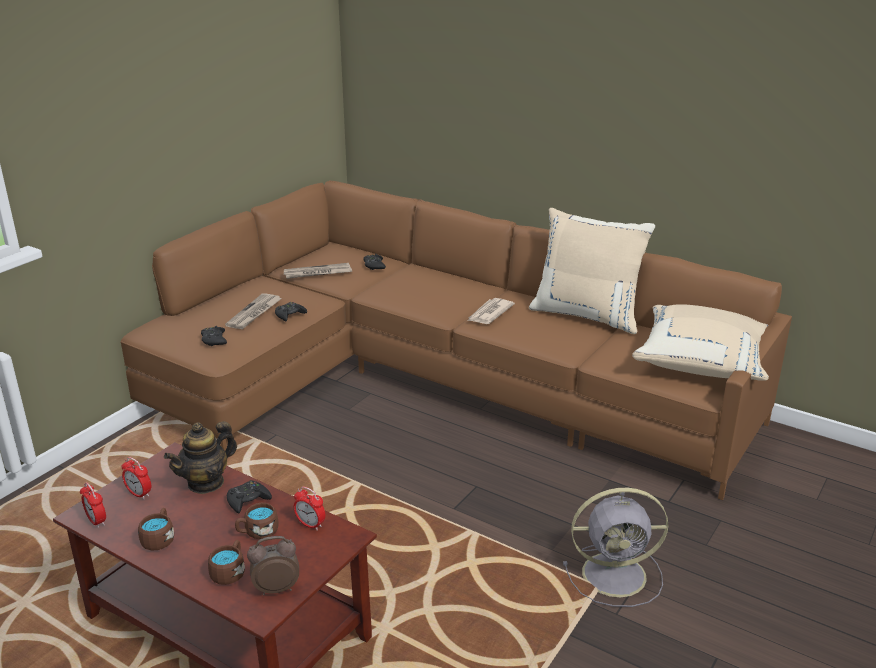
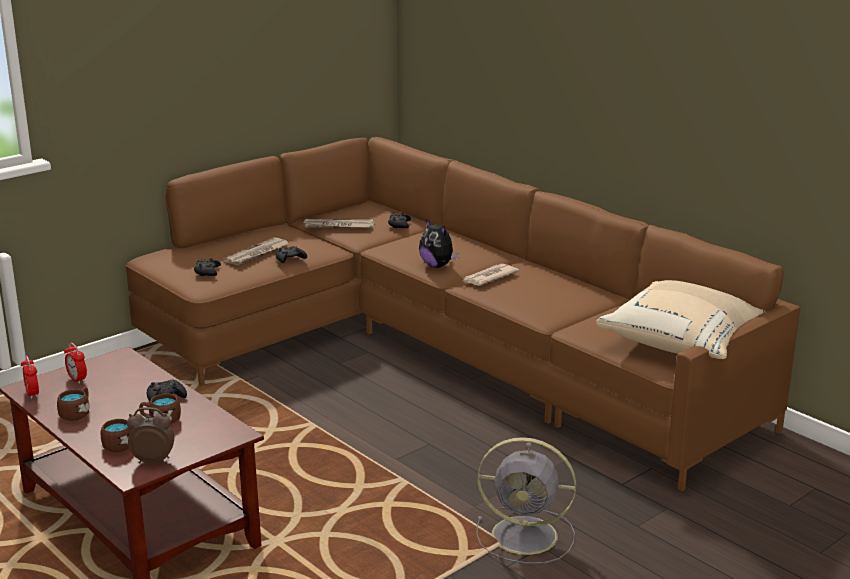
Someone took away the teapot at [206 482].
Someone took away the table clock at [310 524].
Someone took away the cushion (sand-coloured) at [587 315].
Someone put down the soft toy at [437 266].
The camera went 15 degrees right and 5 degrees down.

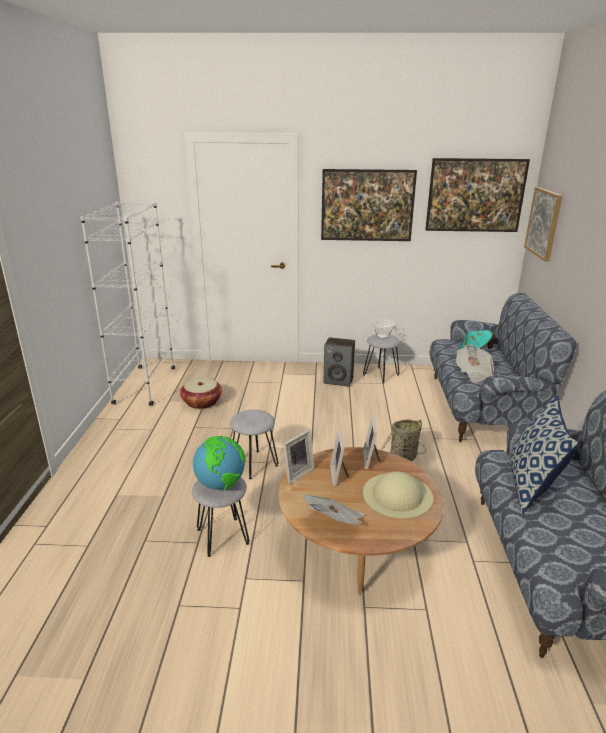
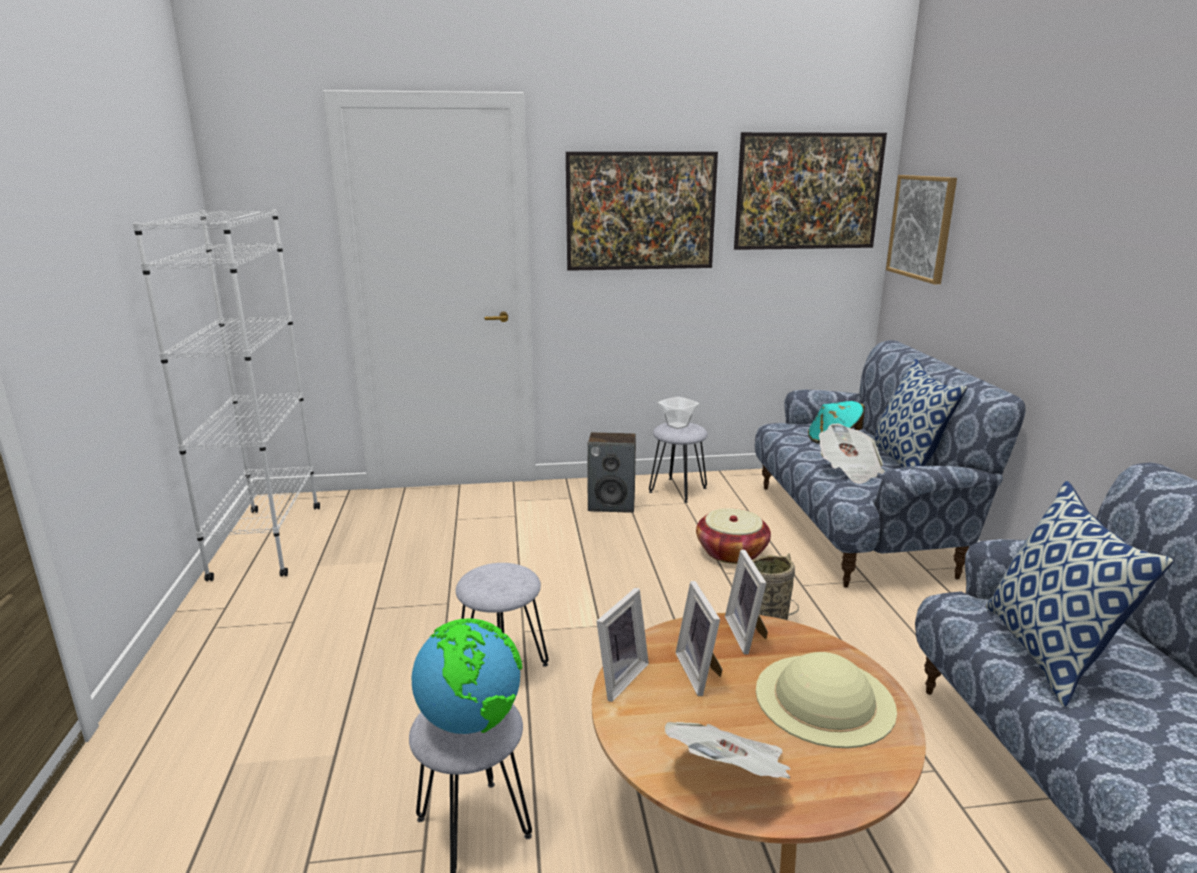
Someone put down the cushion at [907 463].
Someone carried the household basket from [202 402] to [731 552].
The camera went 10 degrees left and 5 degrees down.

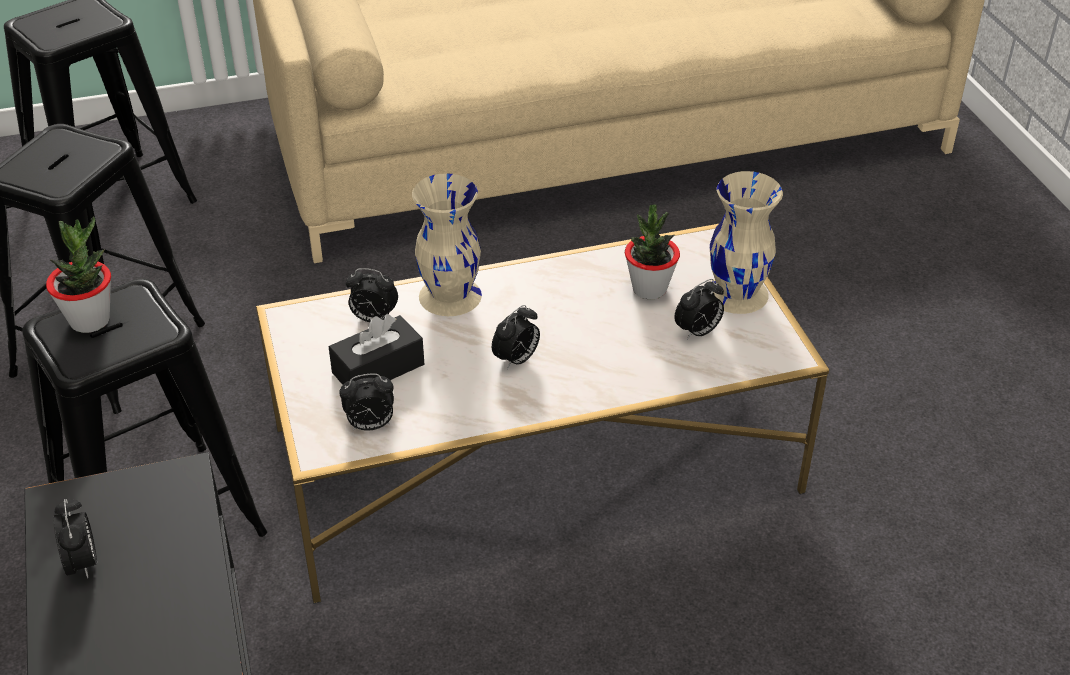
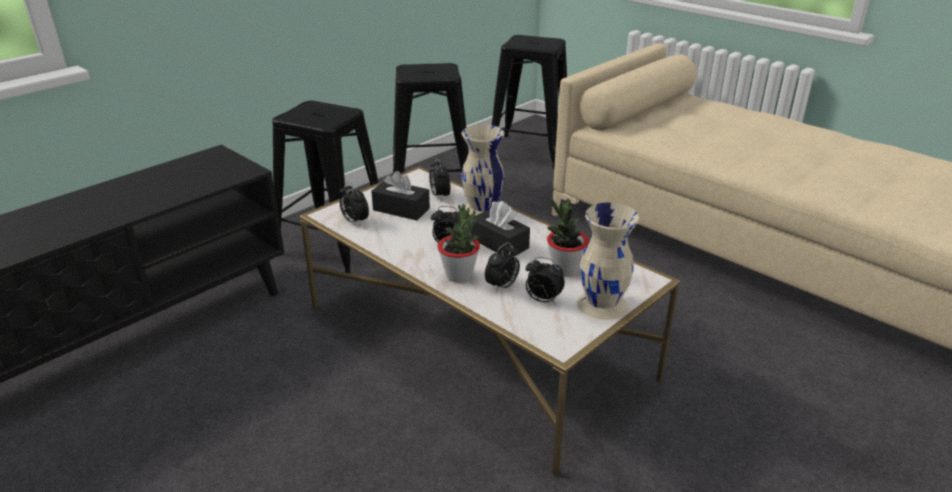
Someone put down the tissue box (blackish) at [499 243].
Someone carried the potted plant from [90 320] to [459 275].
Someone carried the table clock from [83 564] to [502 286].
The camera went 60 degrees right and 10 degrees down.

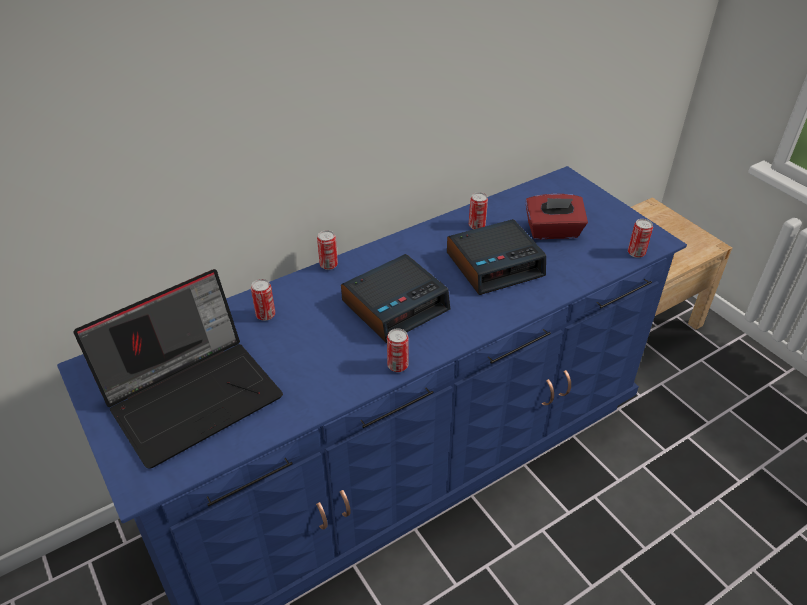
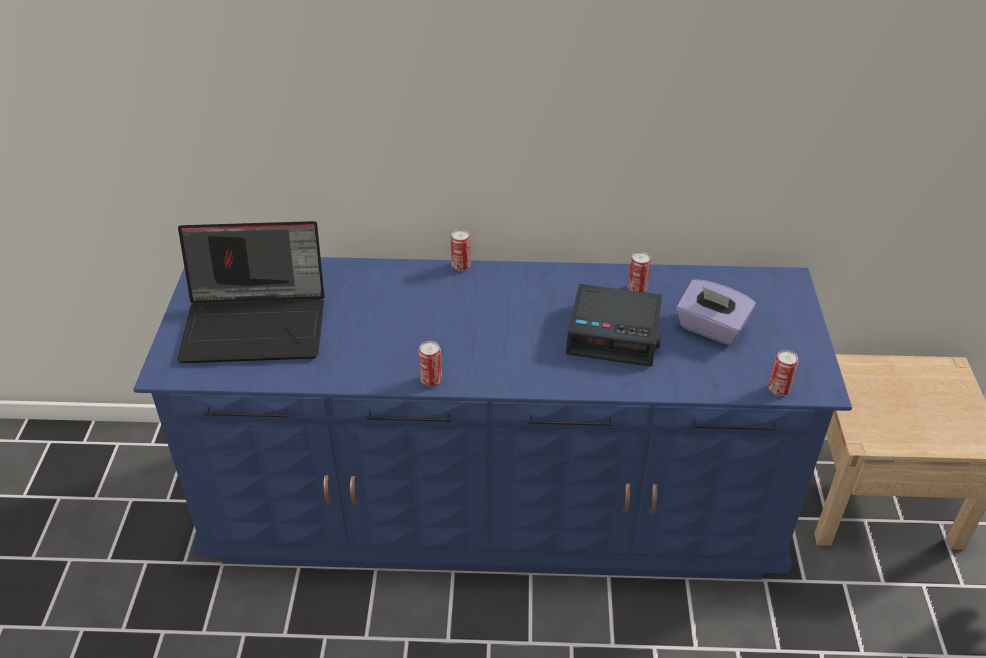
Someone took away the metal can at [265 315].
Someone took away the table clock at [395 305].
Someone repainted the tissue box (reddish) at [553 231], which became the tissue box (purple) at [711 328].
The camera went 35 degrees right and 0 degrees up.

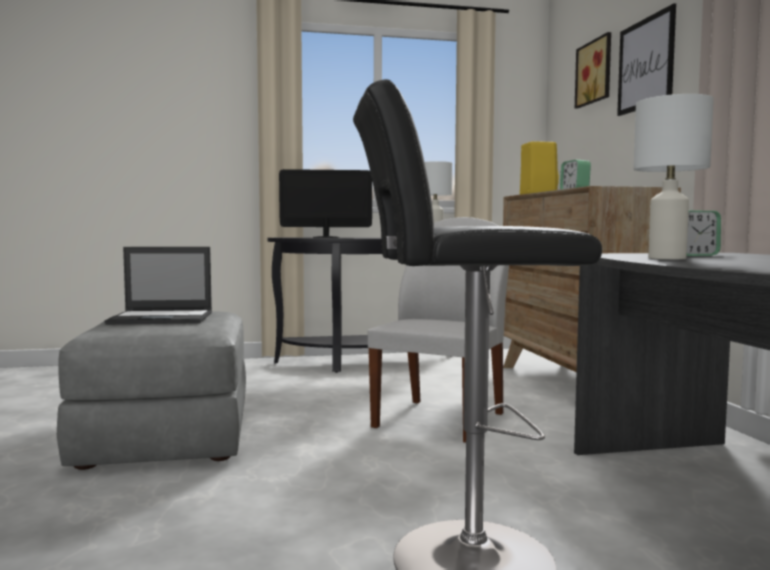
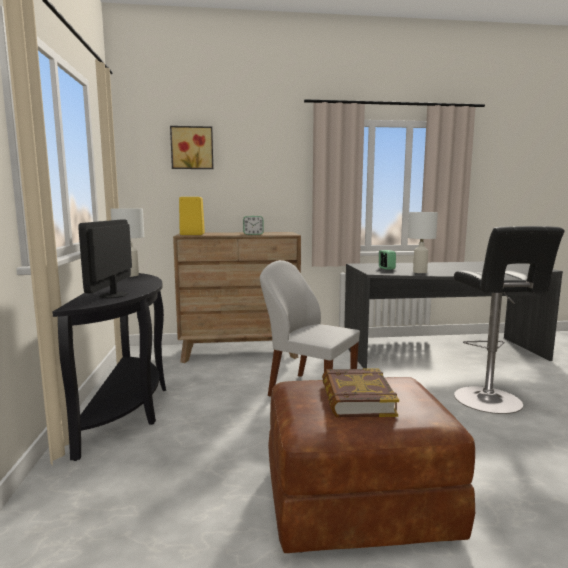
Someone took away the picture at [645 63].
Someone swapped the laptop at [163 318] for the book at [356 399].
Someone repainted the ottoman (greyish) at [166 436], which became the ottoman (brownish) at [356 502].
The camera went 85 degrees left and 5 degrees up.

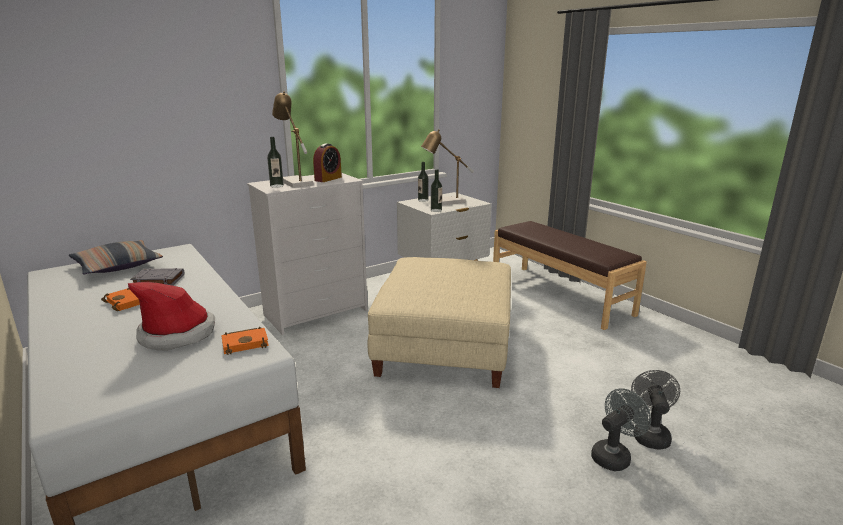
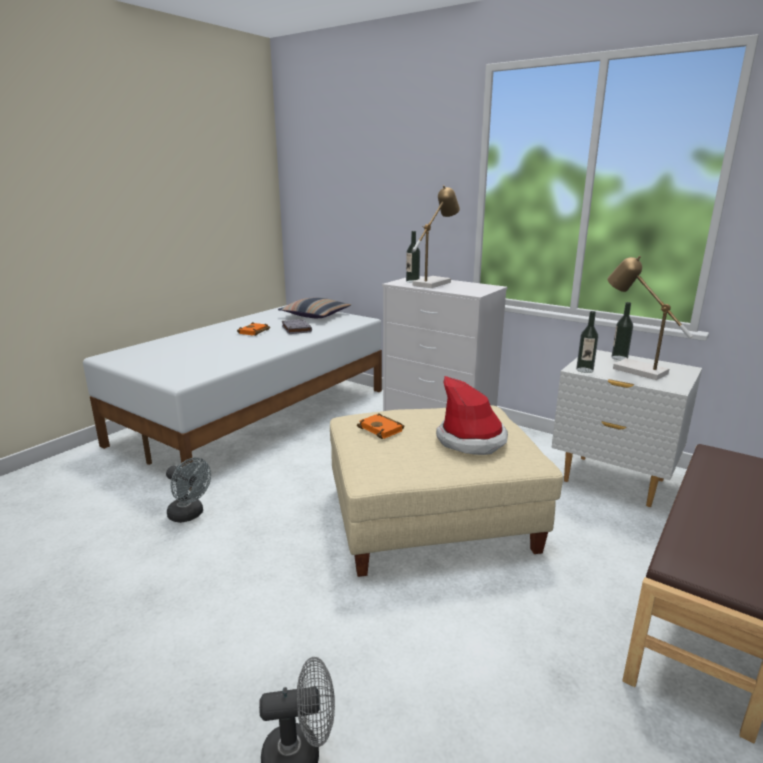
Someone took away the table clock at [328 179].
Someone carried the hat from [178 334] to [471 440].
Someone carried the book (orange-coloured) from [246 343] to [382 429].
Someone carried the electric fan (greyish) from [614 455] to [190 515].
The camera went 70 degrees right and 0 degrees up.

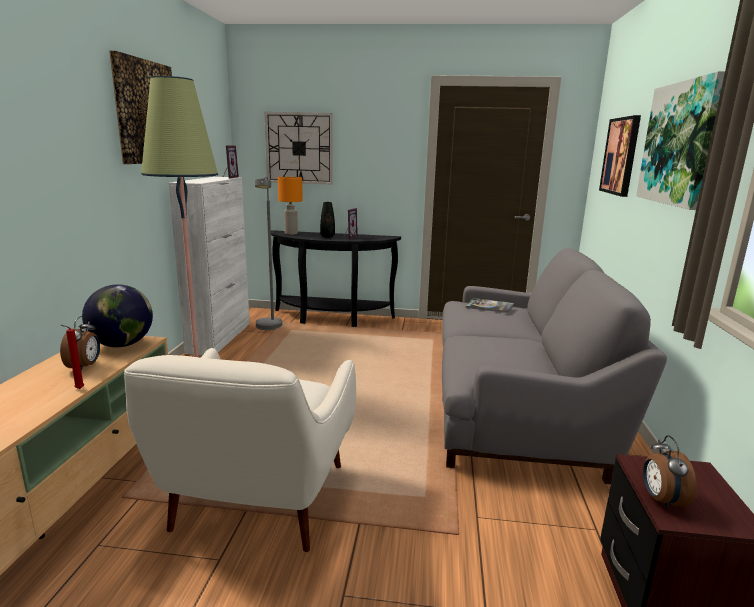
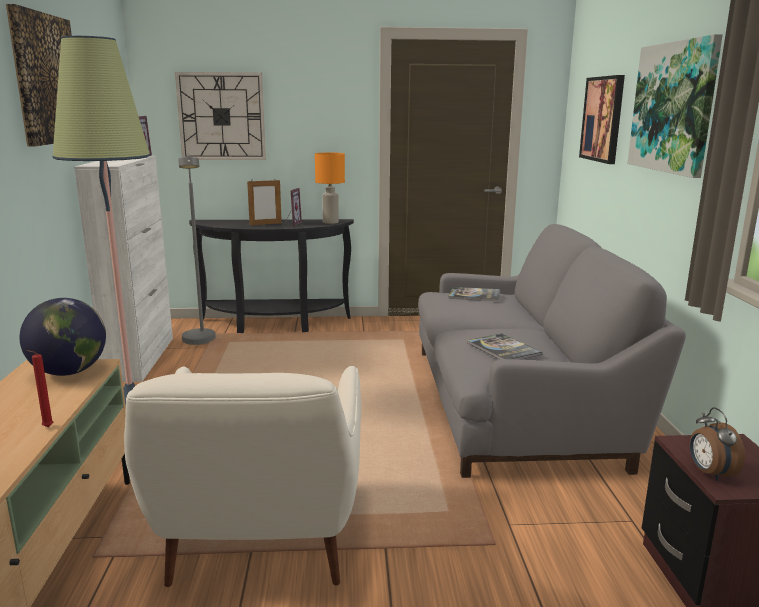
Someone took away the table clock at [85 366].
Someone put down the book at [503 349].
Someone carried the lamp for a table (orange-coloured) from [291 233] to [330 222].
Someone swapped the flower vase (blackish) at [327 236] for the standing frame at [265 224].
The camera went 10 degrees left and 0 degrees up.

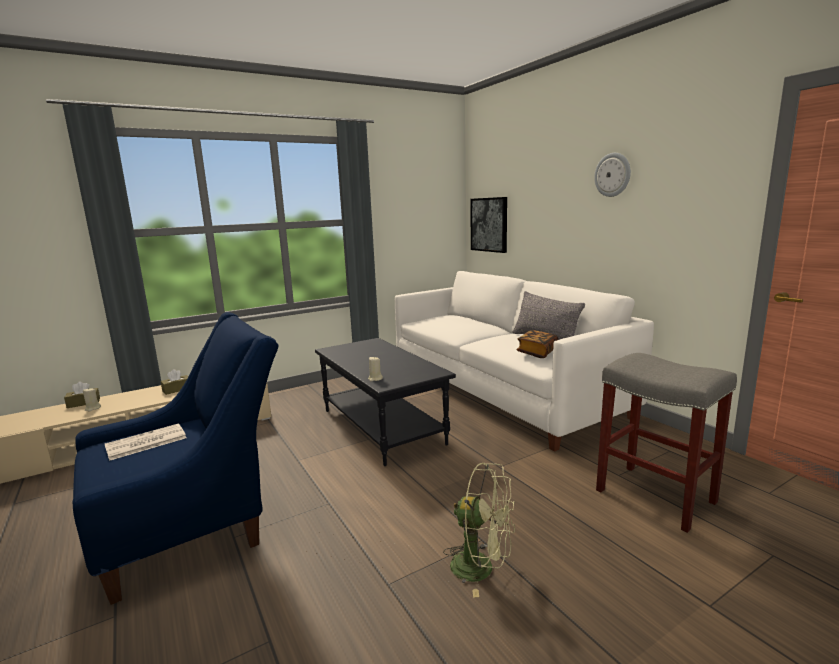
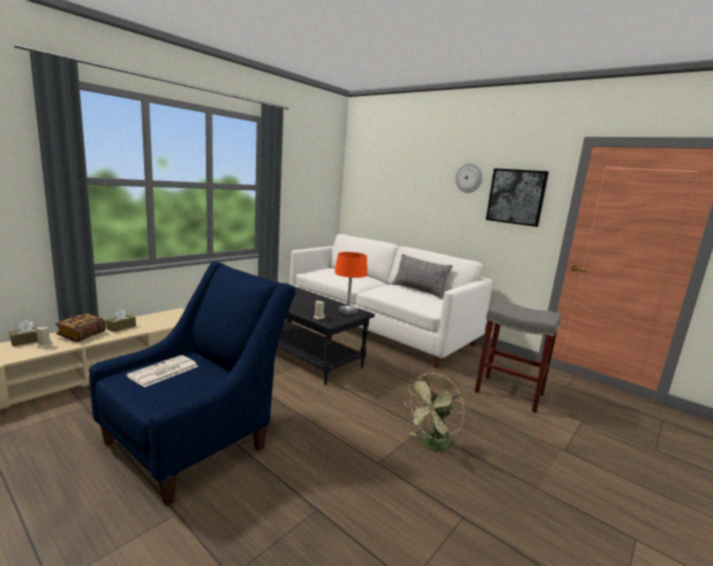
Someone put down the lamp for a table (orange-coloured) at [347 311].
Someone carried the picture from [489 224] to [516 197].
Someone carried the book from [537 352] to [82 335].
Someone rotated the electric fan (green) at [481 568] by 135 degrees clockwise.
The camera went 20 degrees left and 0 degrees up.

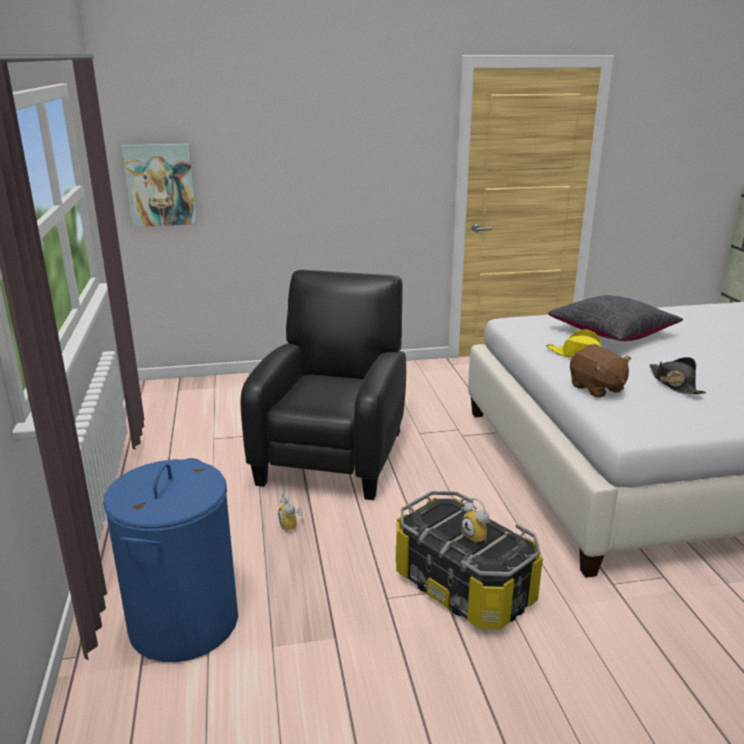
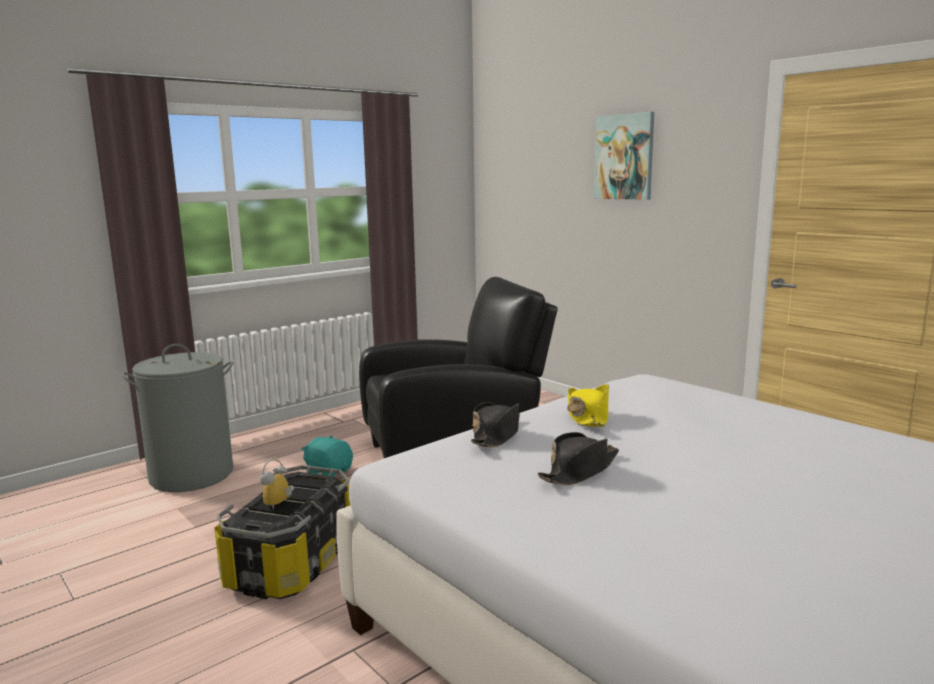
Someone took away the cushion (blackish) at [612 332].
Someone carried the picture from [160 185] to [624 157].
Someone swapped the table clock at [292 526] for the soft toy (blue-green) at [329 472].
Someone swapped the soft toy (brownish) at [596 388] for the hat (blackish) at [496 435].
Someone repainted the laundry basket (blue-coloured) at [183 622], which became the laundry basket (greyish) at [192 474].
The camera went 60 degrees right and 10 degrees down.

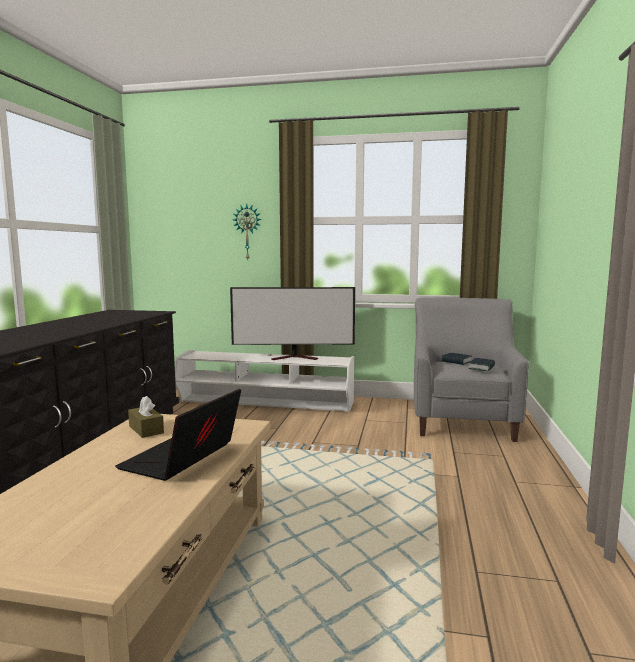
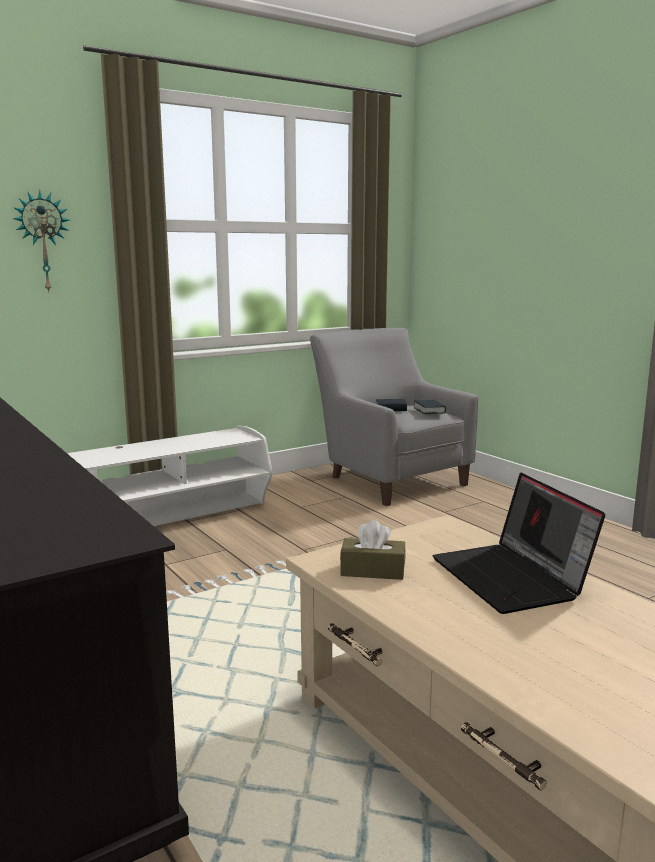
Someone took away the television at [296 358].
The camera went 45 degrees left and 5 degrees up.

